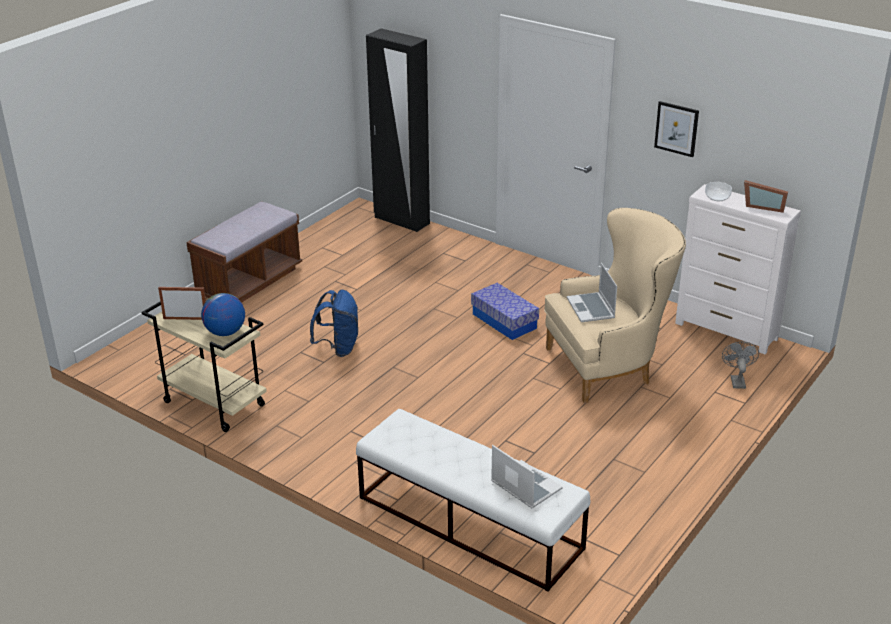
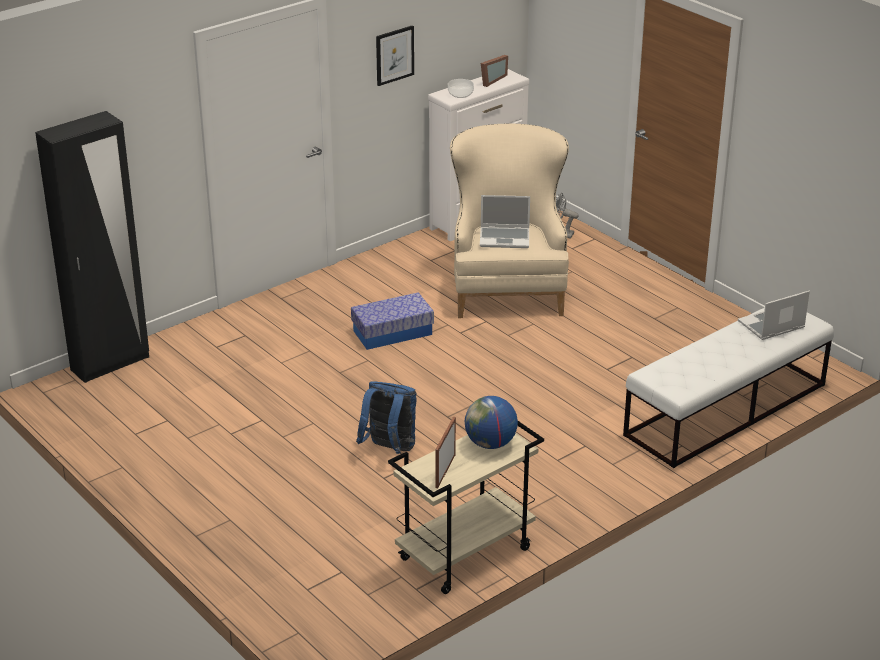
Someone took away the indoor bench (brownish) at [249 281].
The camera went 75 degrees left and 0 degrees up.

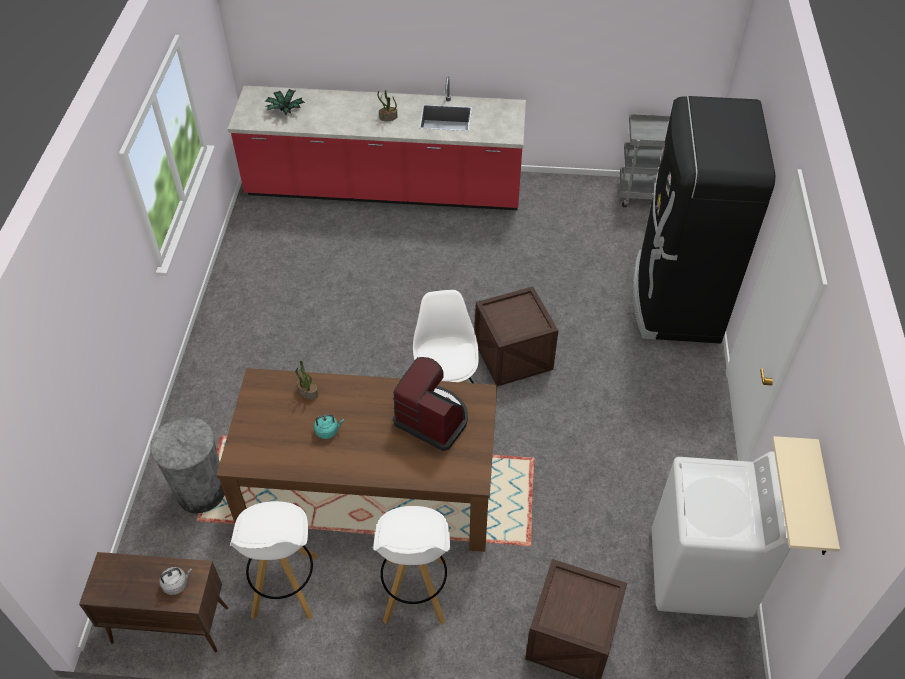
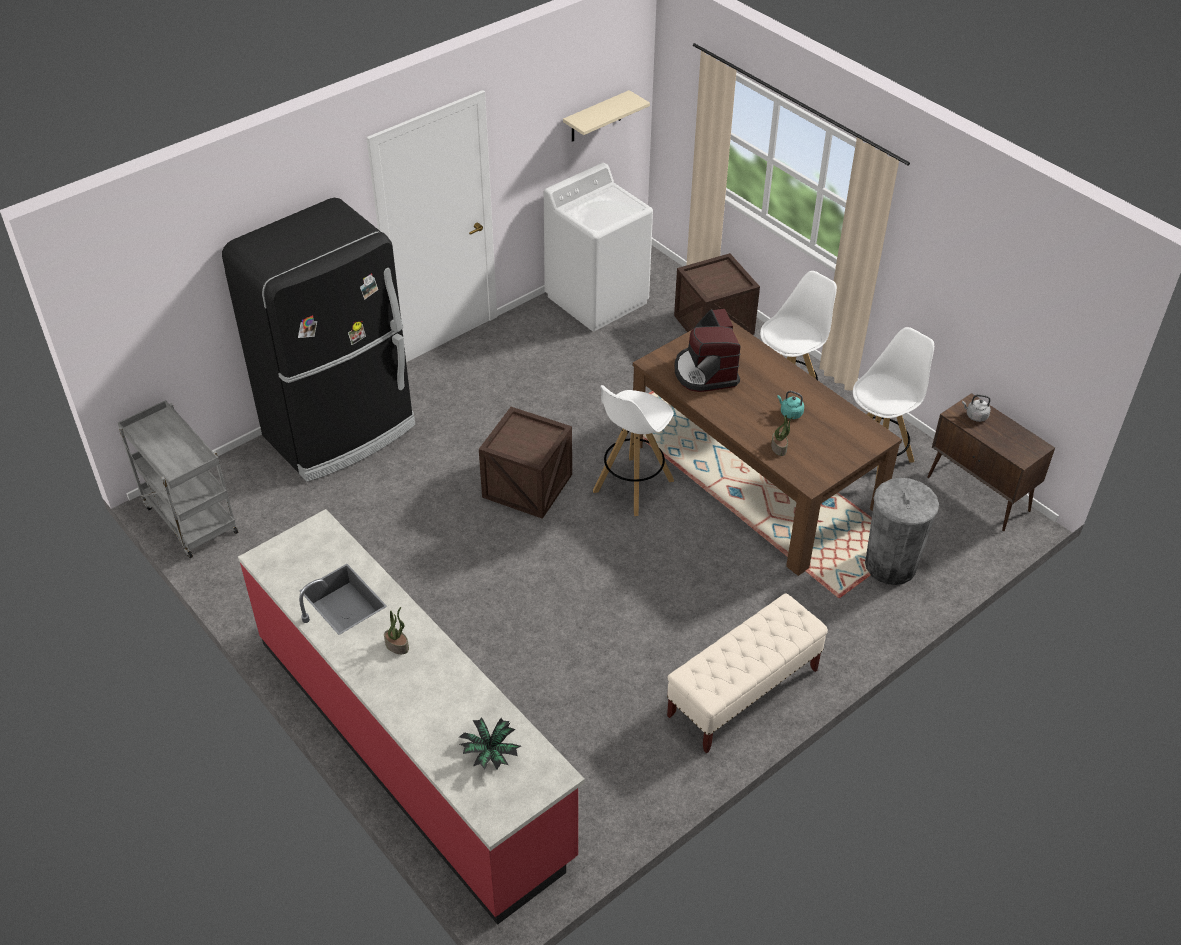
Someone put down the indoor bench (sand-coloured) at [743 693].
The camera went 135 degrees left and 5 degrees down.

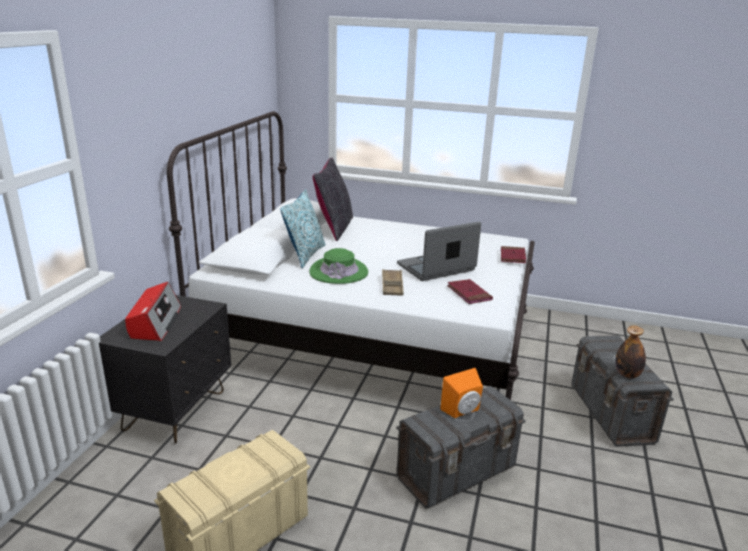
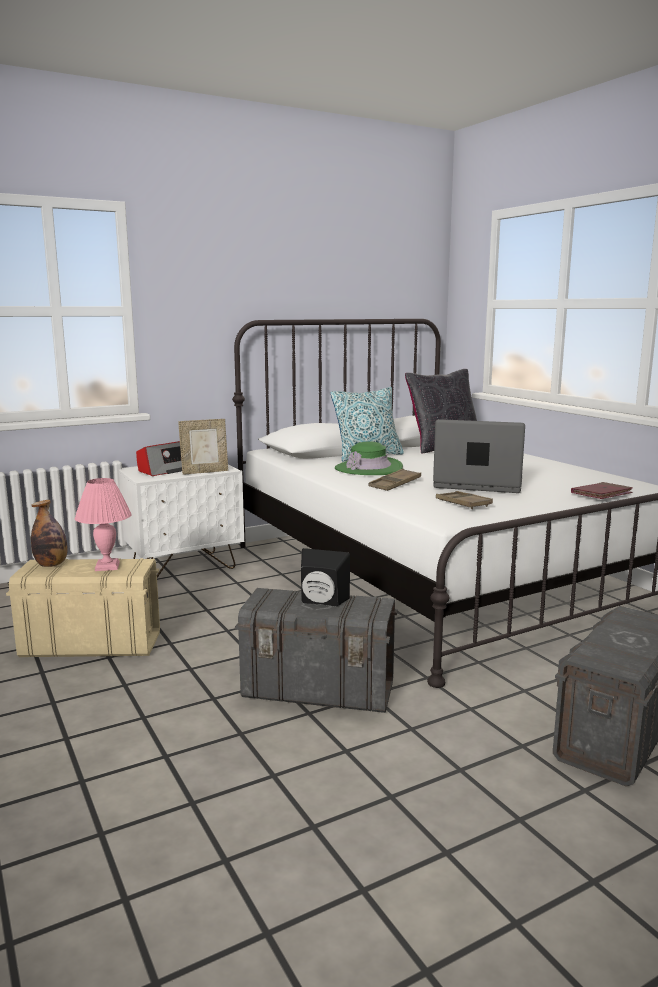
Someone put down the lamp for a table (pinkish) at [107 567].
Someone put down the standing frame at [205 472].
Someone carried the bottle from [627 374] to [51 565].
Someone swapped the book (reddish) at [469 293] for the carrying tray (brownish) at [463 504].
Someone repainted the nightstand (blackish) at [175 411], which became the nightstand (whitish) at [184 567].
Someone repainted the audio speaker (orange-coloured) at [463 411], which became the audio speaker (blackish) at [321 602].
The camera went 45 degrees right and 10 degrees down.

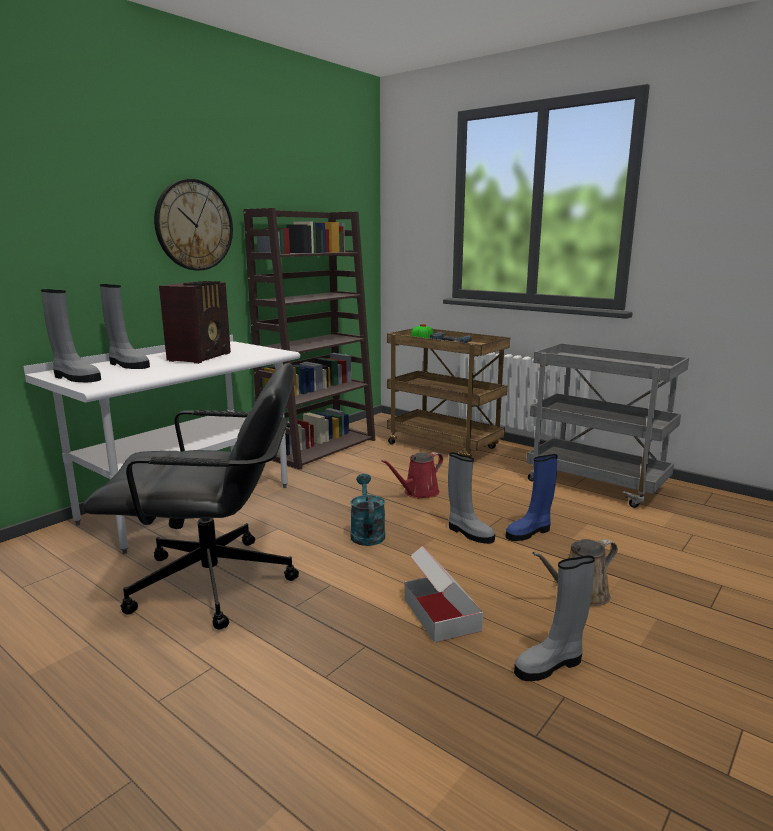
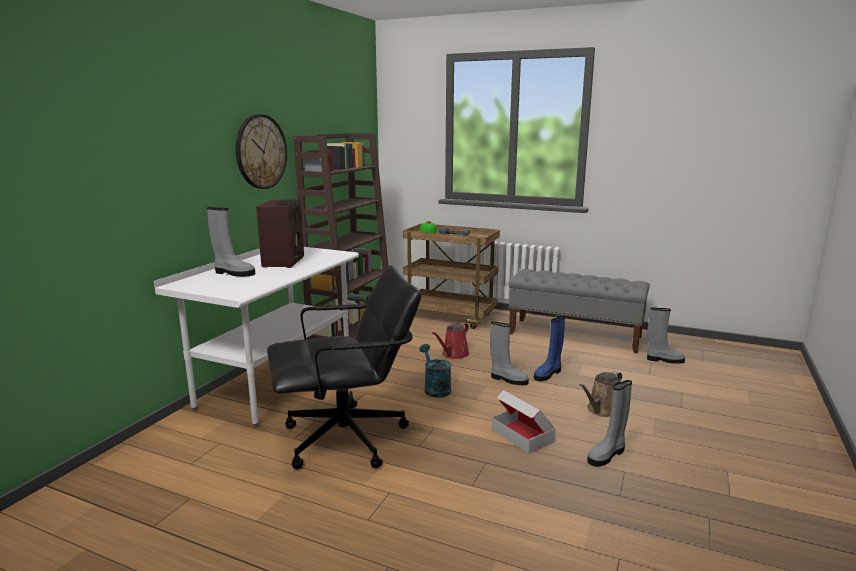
Someone carried the tall boot (greyish) from [75 378] to [664 360].
Someone swapped the trolley (greyish) at [597 484] for the indoor bench (greyish) at [575 335].
The camera went 15 degrees left and 0 degrees up.

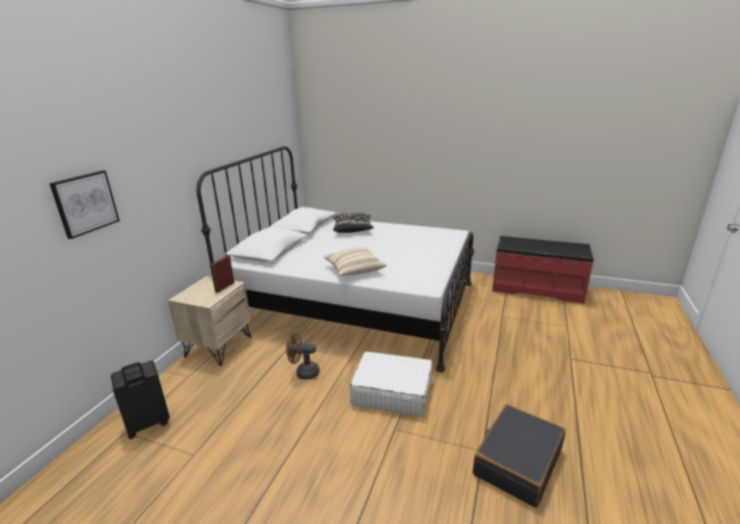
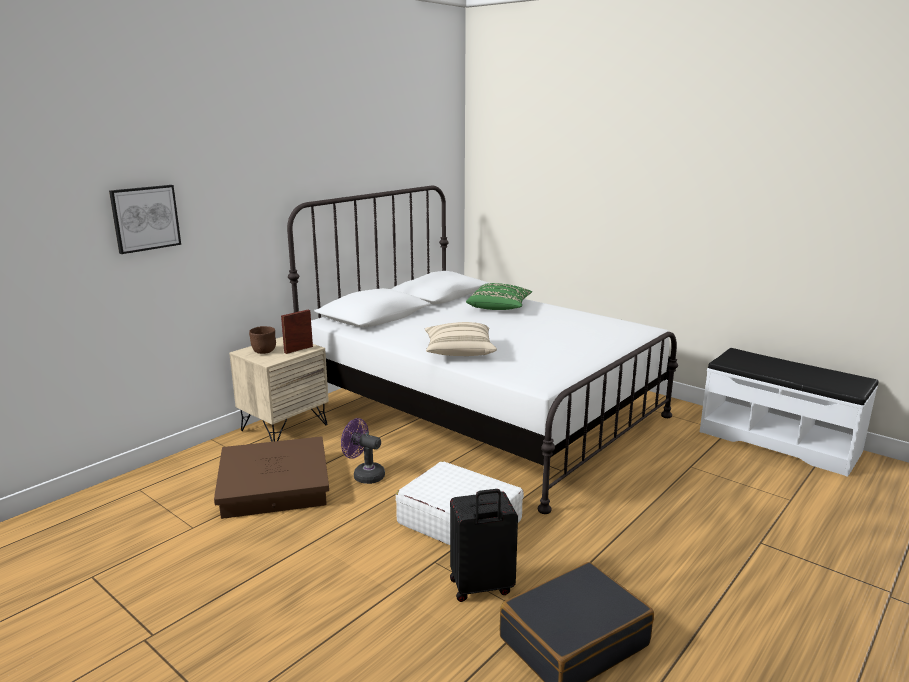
Someone put down the storage box (brownish) at [273 485].
Someone put down the deep dish (brownish) at [263 351].
Someone carried the travel case (blackish) from [148 424] to [481 587].
Someone repainted the electric fan (brownish) at [304 372], which became the electric fan (purple) at [364 475].
Someone repainted the cushion (blackish) at [353 230], which became the cushion (green) at [499 308].
Someone repainted the indoor bench (reddish) at [536 288], which became the indoor bench (whitish) at [779 441].
The camera went 20 degrees right and 5 degrees down.

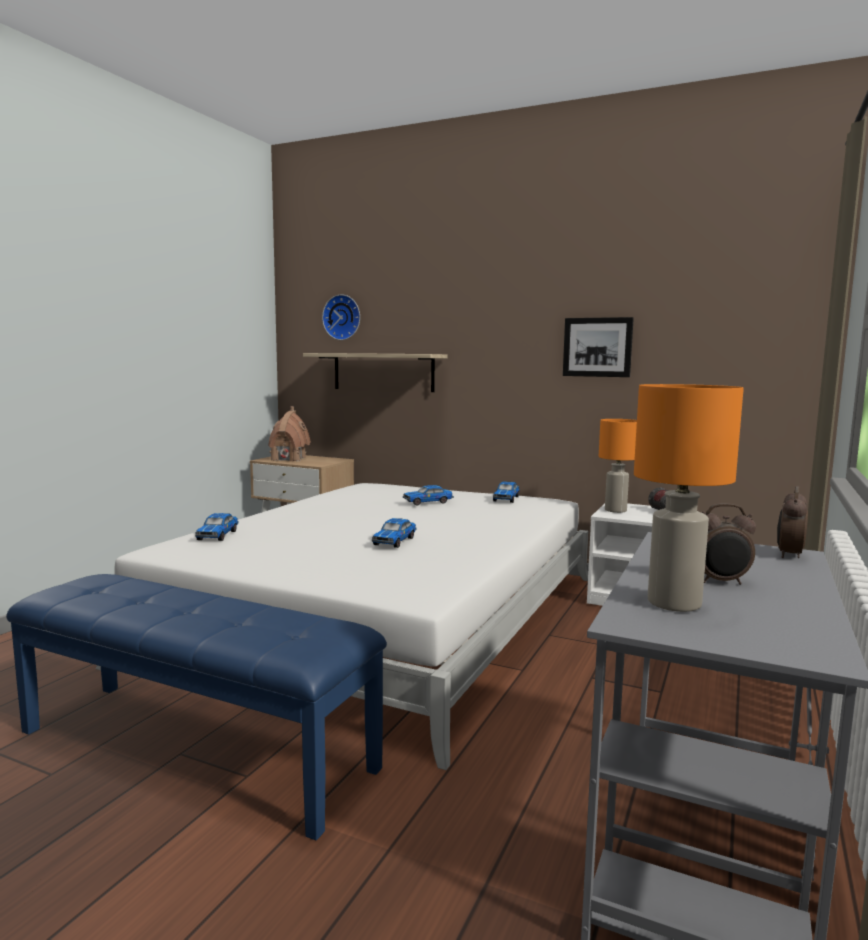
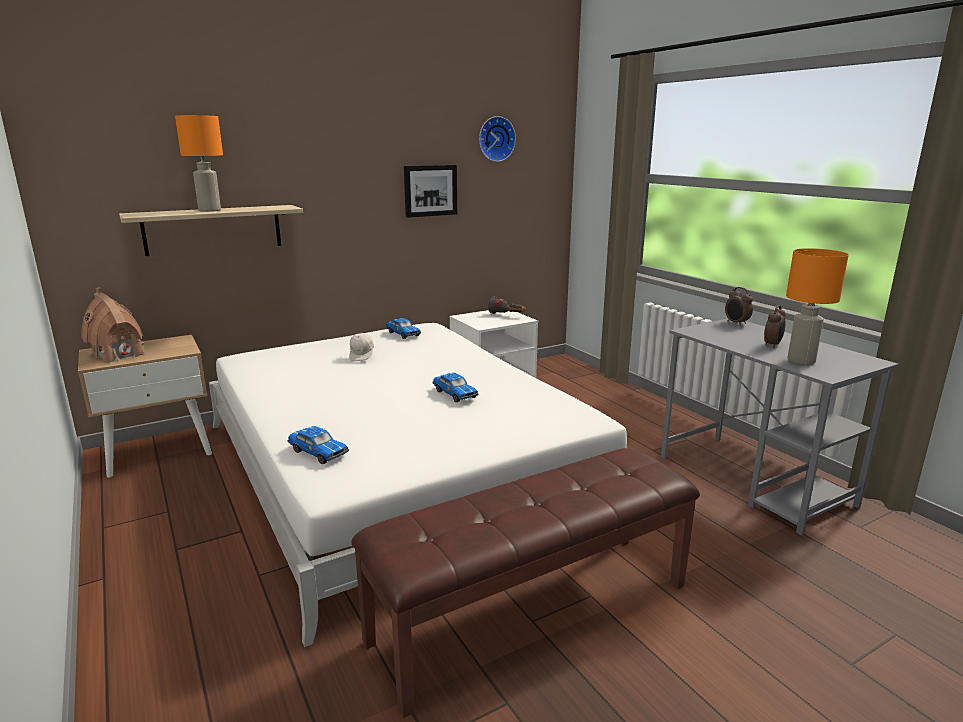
Someone carried the hanging clock from [343 317] to [495 139].
Someone carried the lamp for a table (orange-coloured) from [616 510] to [210 210].
Someone swapped the model car at [428 502] for the baseball cap (whitish) at [362 355].
Someone repainted the indoor bench (blue-coloured) at [197 748], which became the indoor bench (brownish) at [532 611].
The camera went 55 degrees left and 10 degrees up.

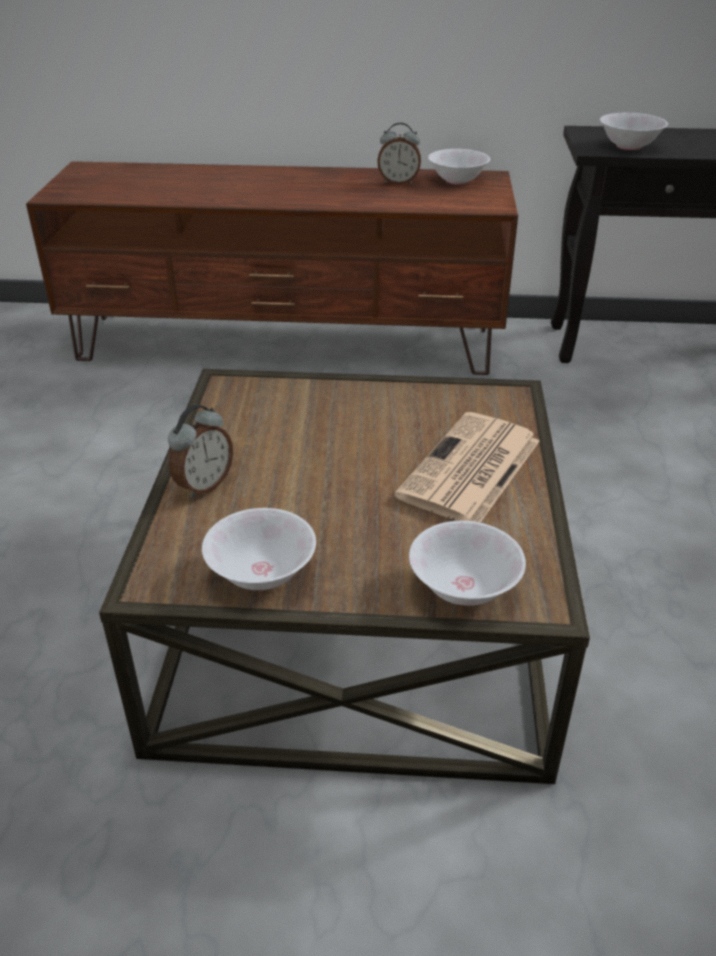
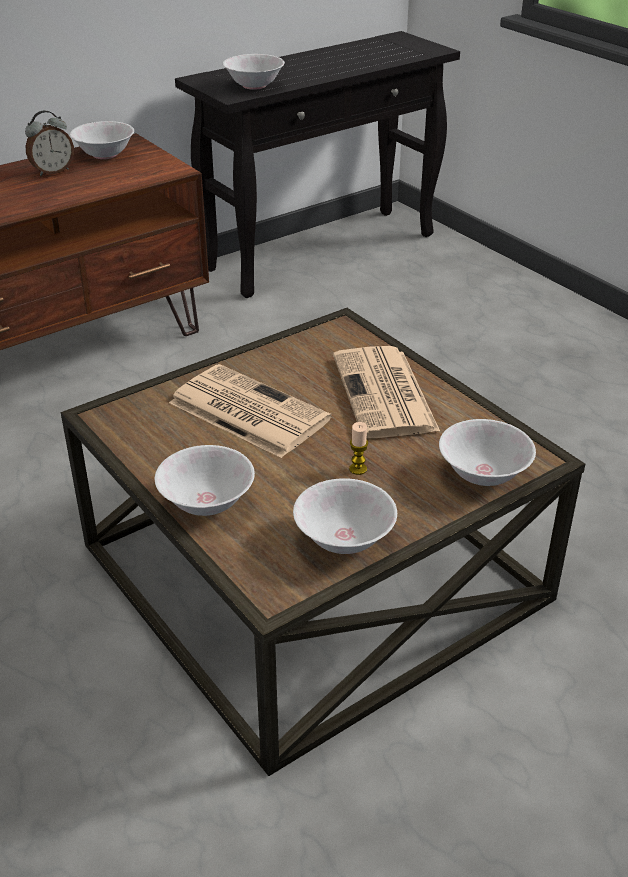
Someone put down the printed paper at [246 411].
Someone put down the wax light at [358 469].
Someone swapped the table clock at [203 485] for the deep dish (whitish) at [206 502].
The camera went 40 degrees left and 0 degrees up.

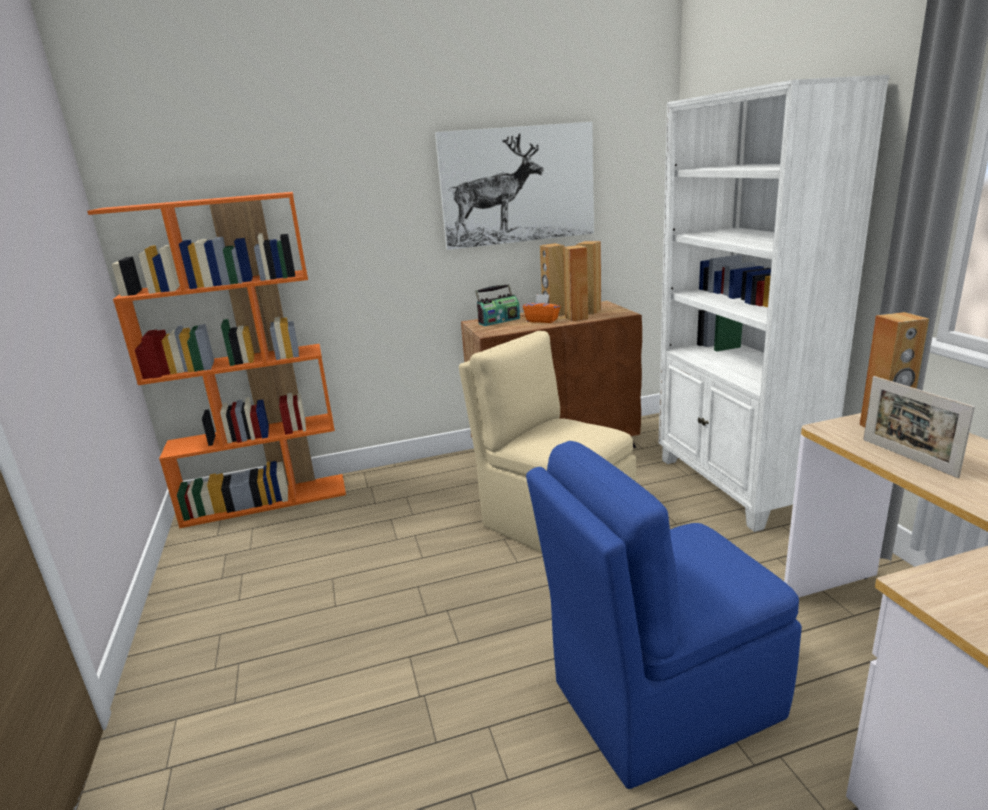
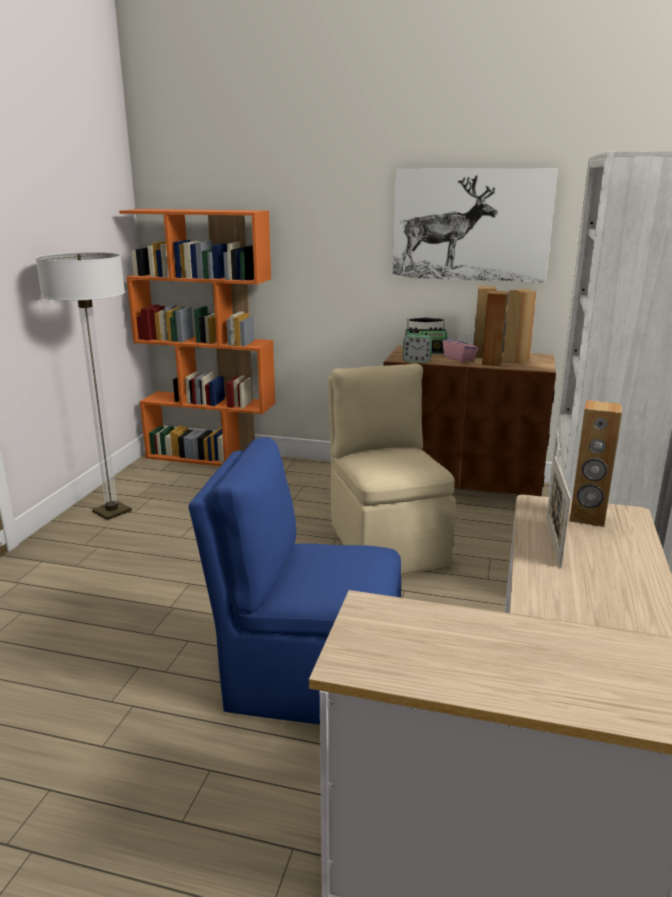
Someone put down the floor lamp at [112 512].
Someone put down the table clock at [417 360].
Someone repainted the tissue box (orange-coloured) at [542 320], which became the tissue box (pinkish) at [459 359].
The camera went 30 degrees right and 0 degrees up.

